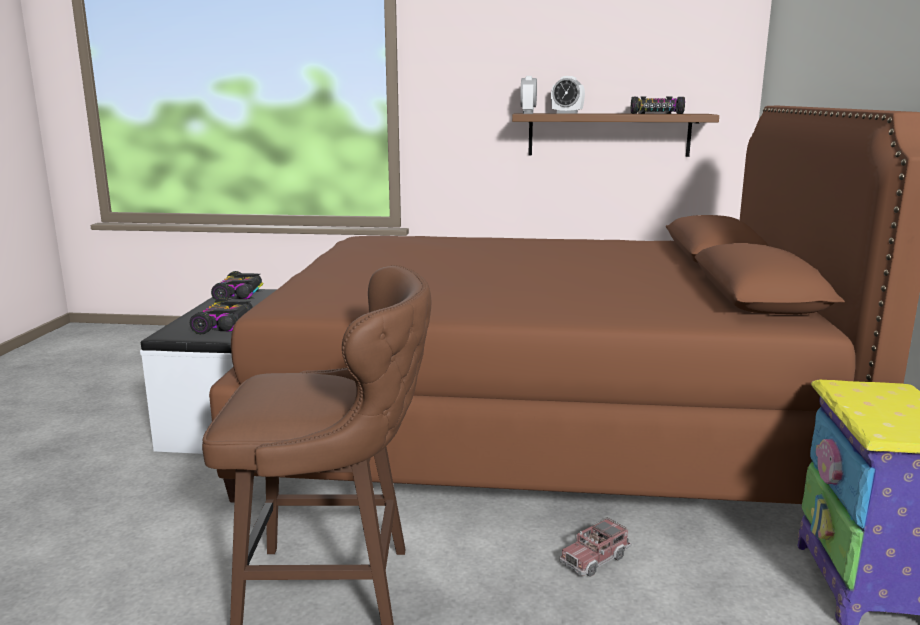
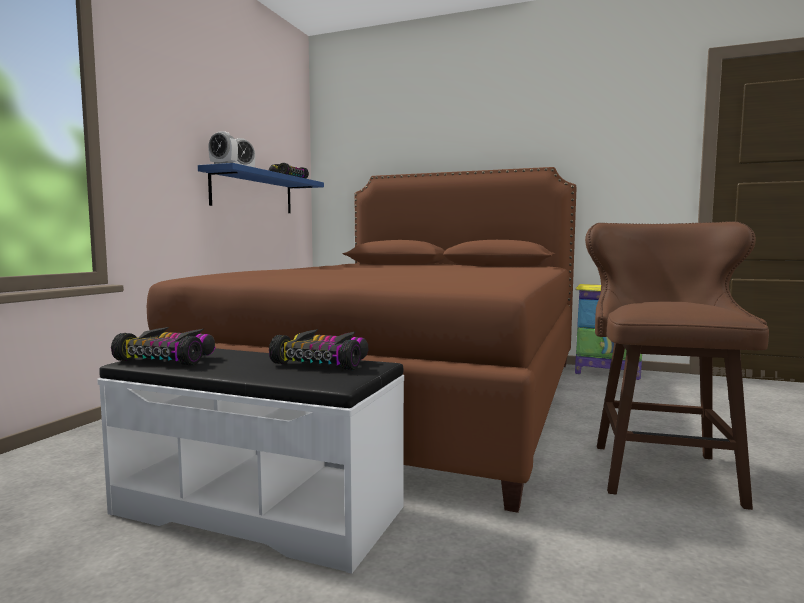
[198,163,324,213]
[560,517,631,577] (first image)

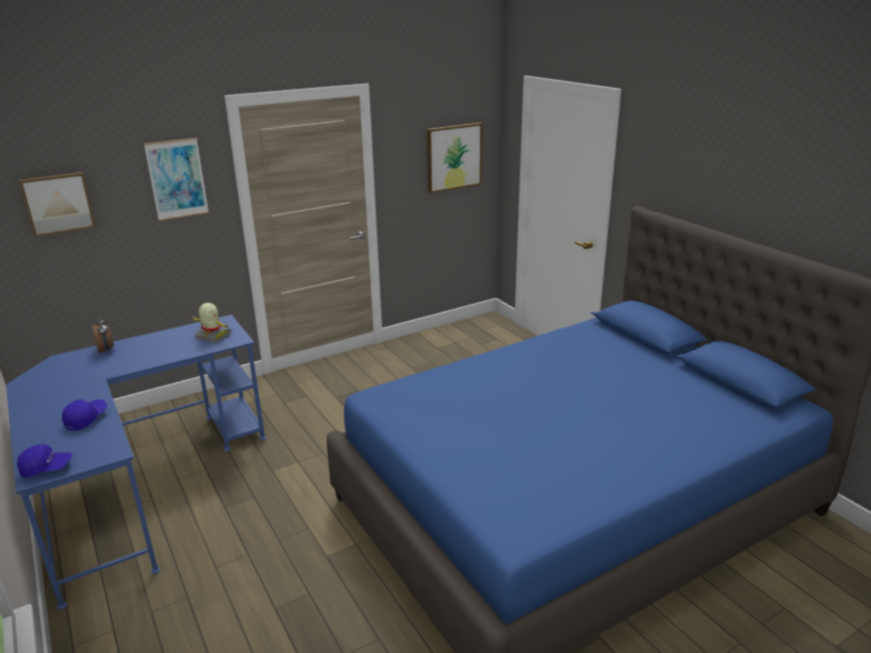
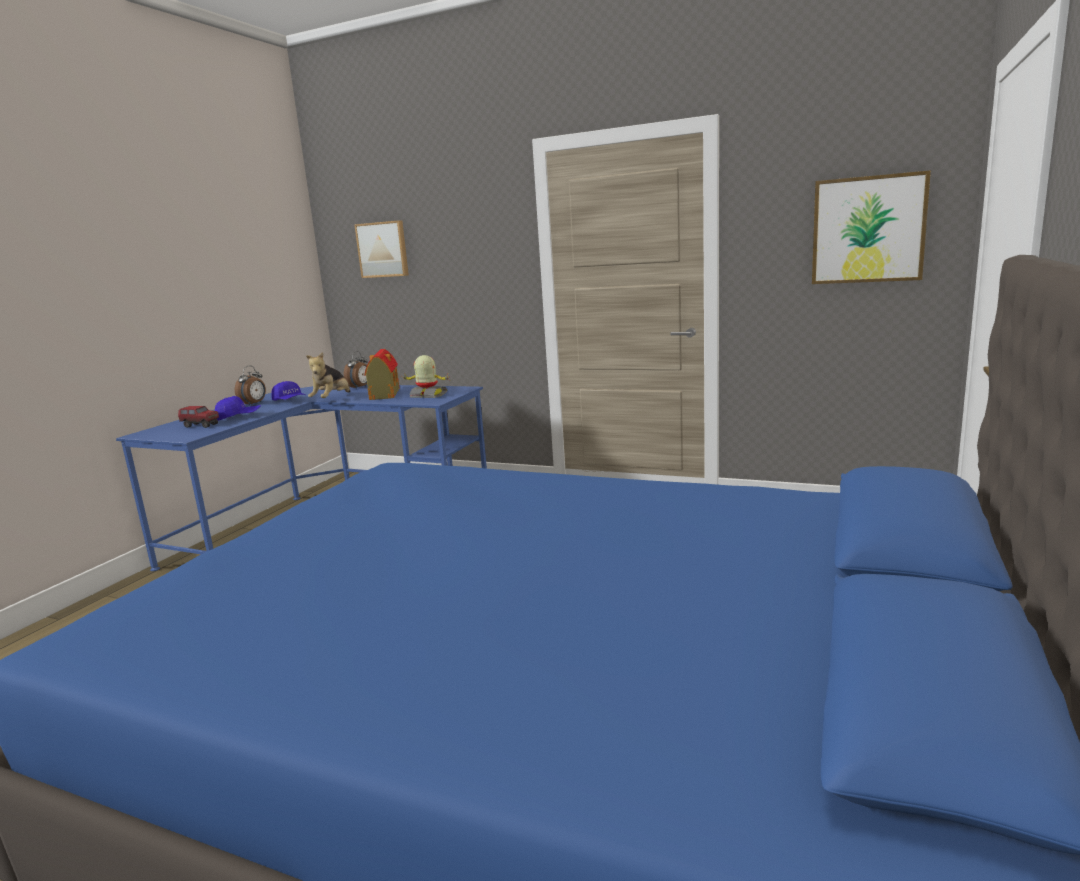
[271,381,305,400]
[144,138,209,221] (first image)
[401,355,449,398]
[178,406,219,428]
[235,366,266,406]
[306,352,350,398]
[364,349,399,400]

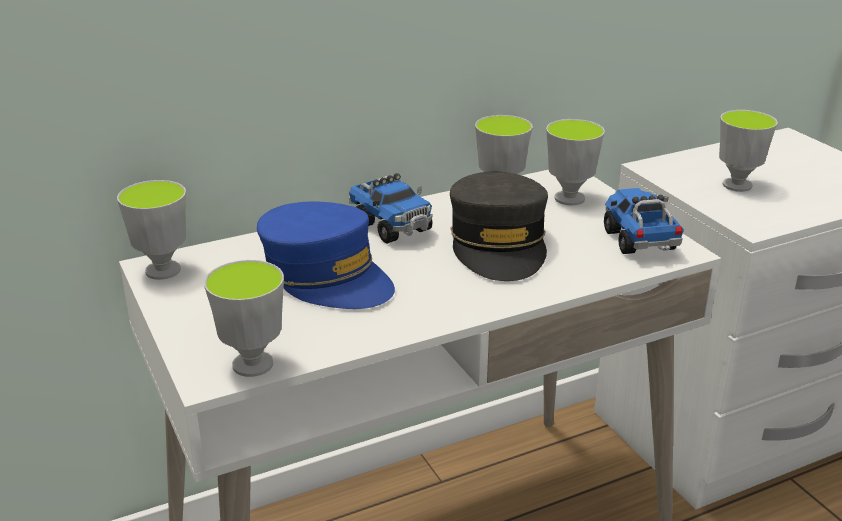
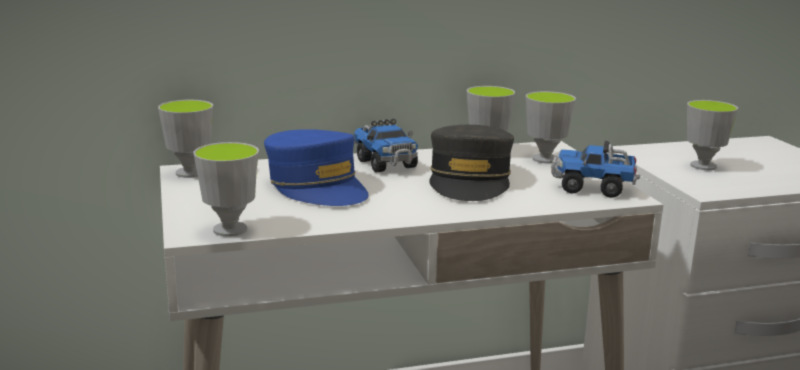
[551,141,640,198]

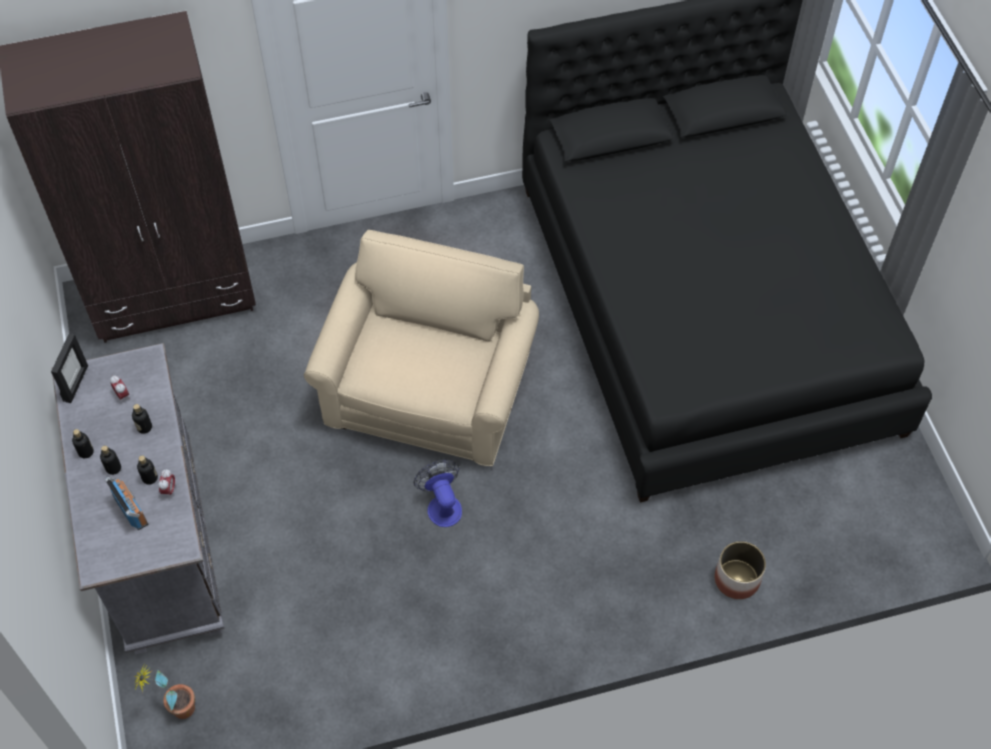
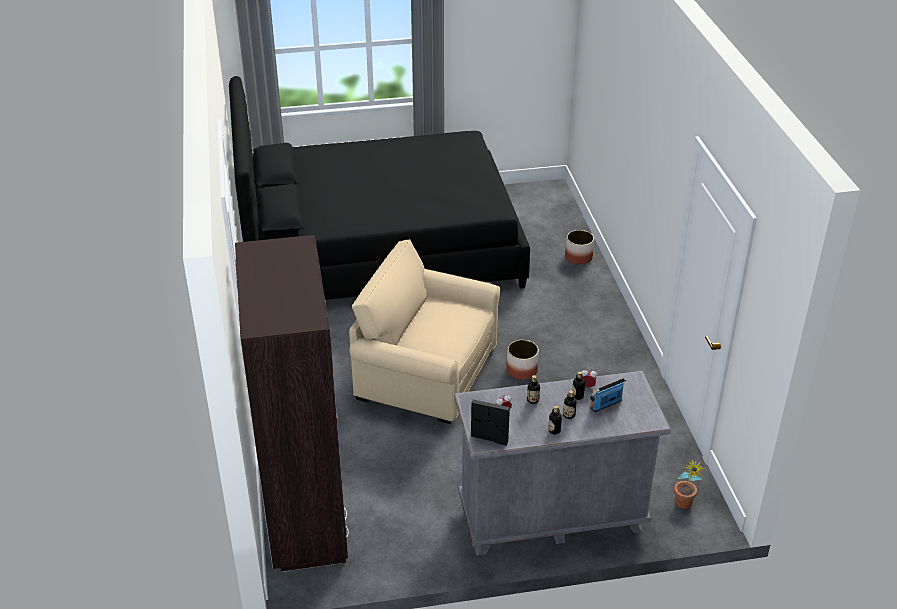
[506,340,539,380]

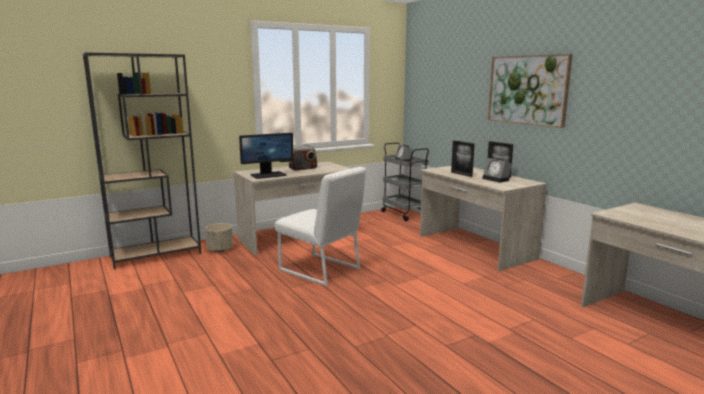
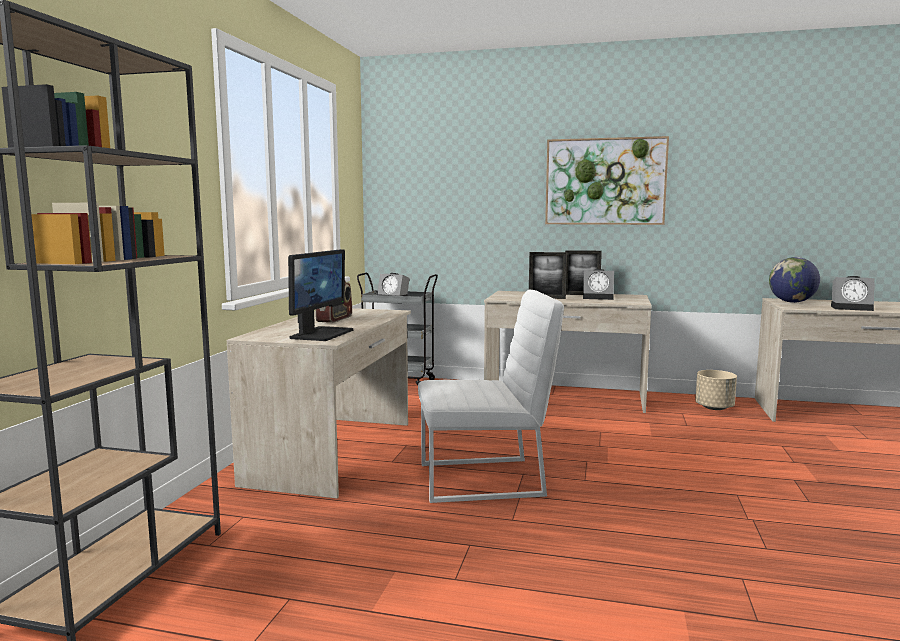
[695,370,737,410]
[769,257,820,303]
[831,276,875,311]

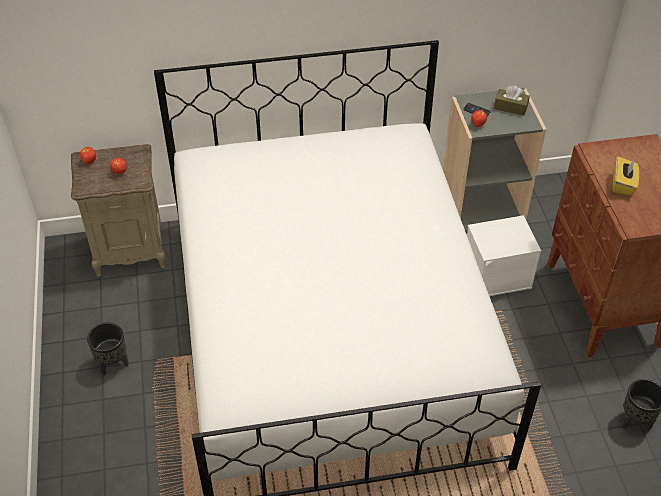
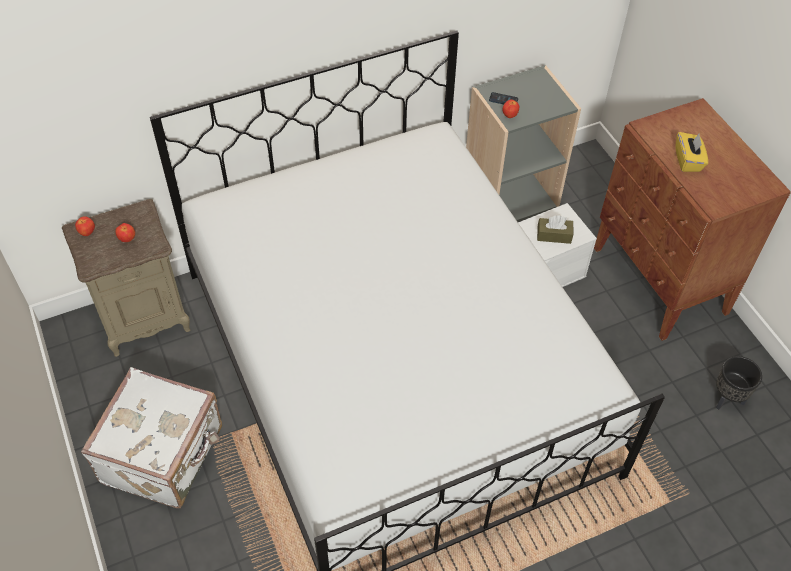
[81,367,222,508]
[537,215,573,244]

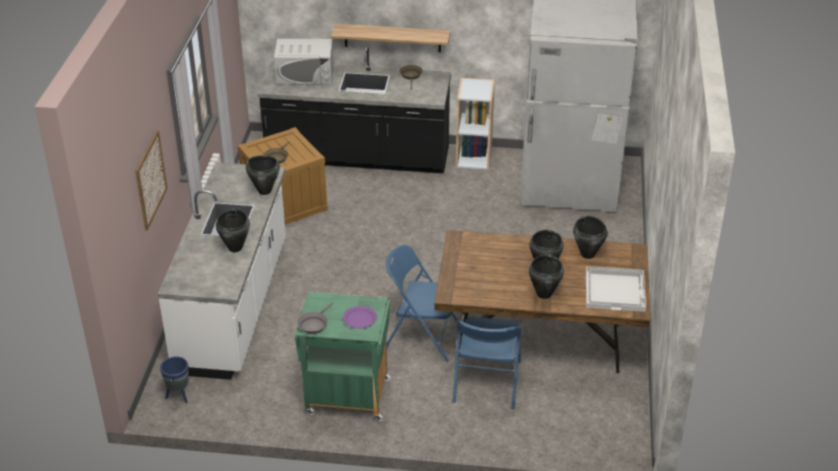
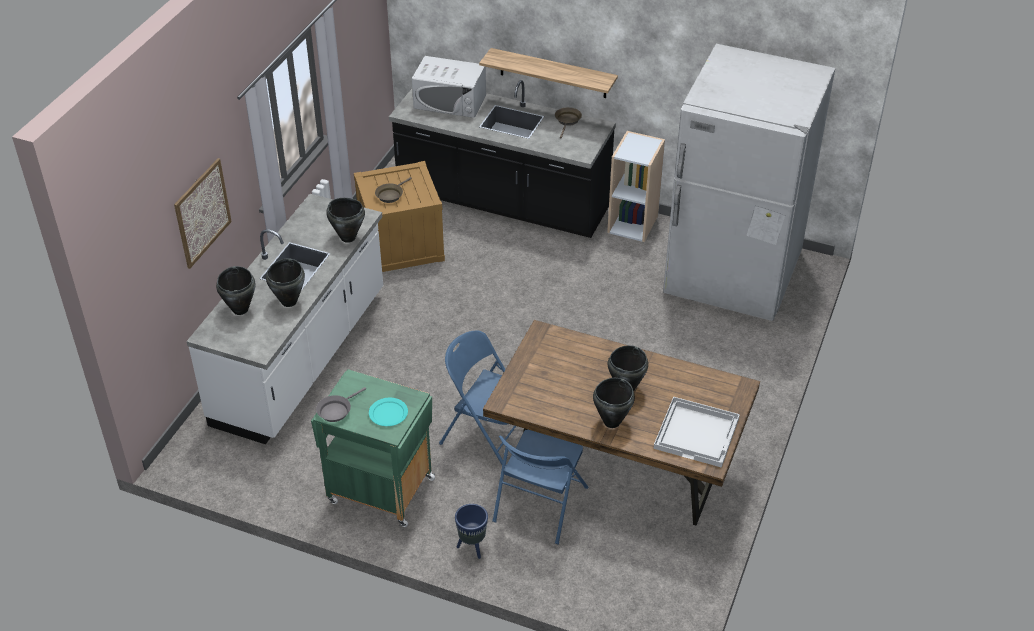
[455,504,488,559]
[369,398,408,426]
[216,266,255,315]

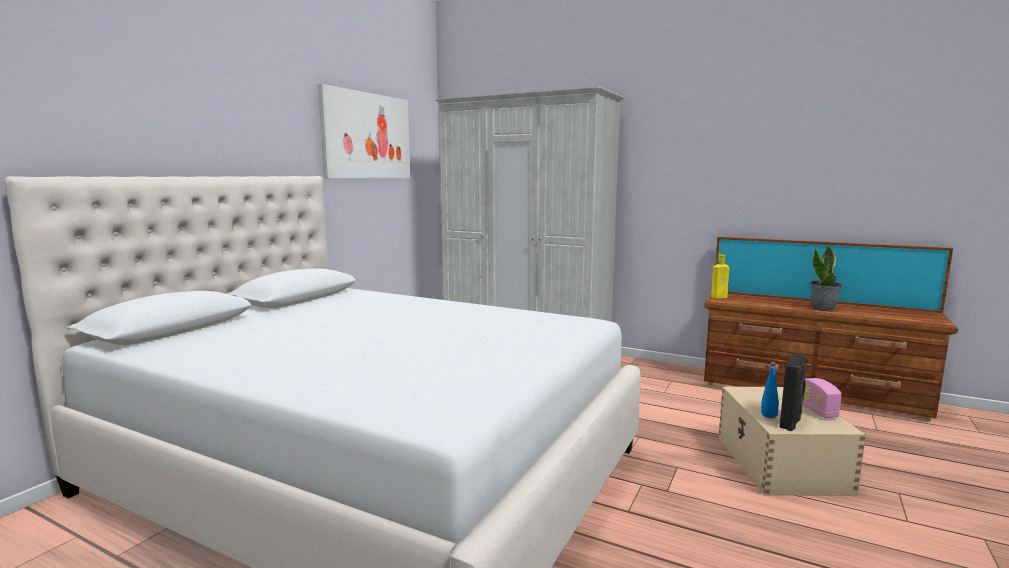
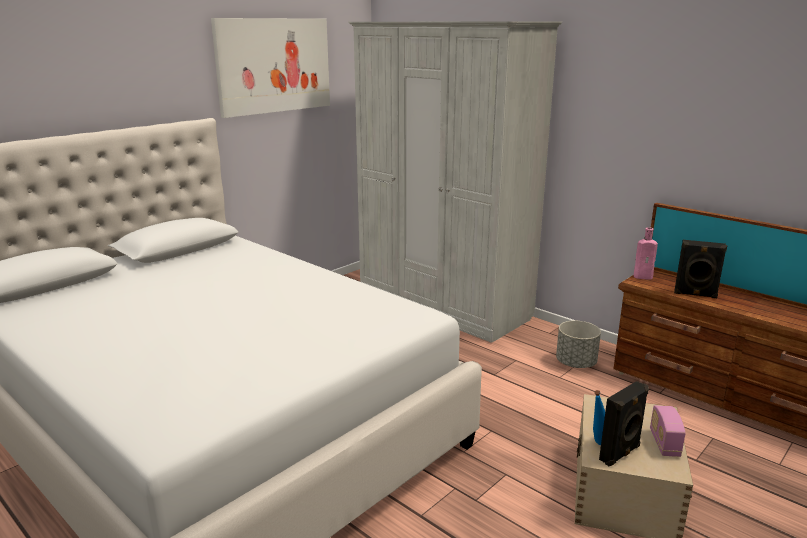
[634,227,658,280]
[810,245,843,311] (first image)
[556,321,601,368]
[674,240,727,298]

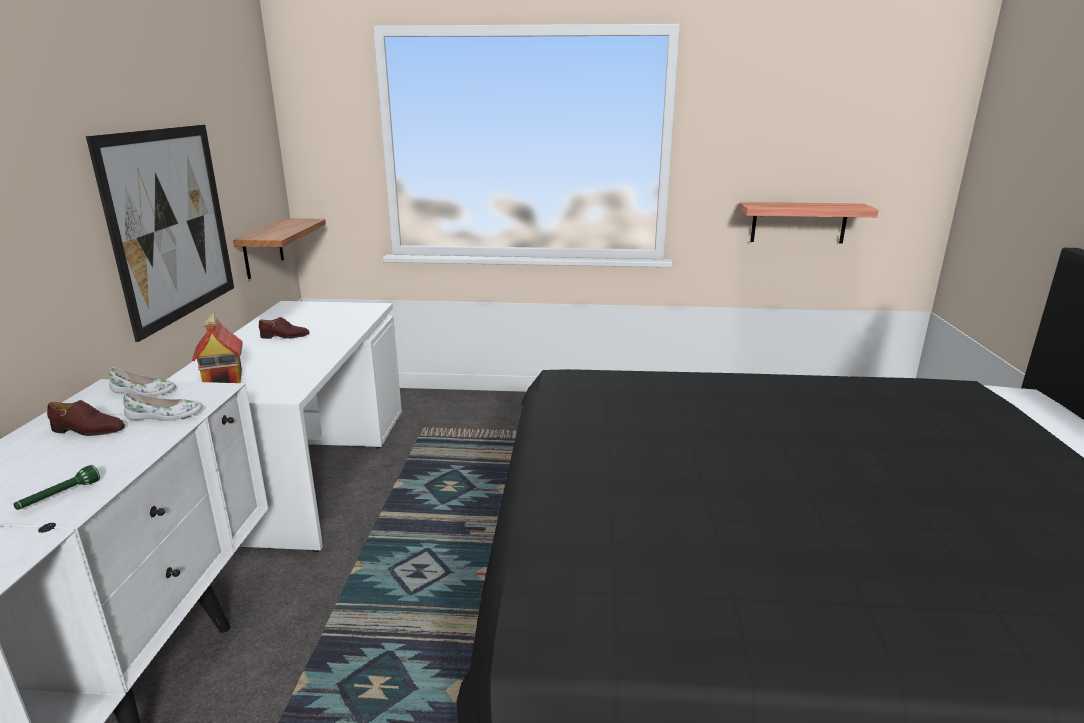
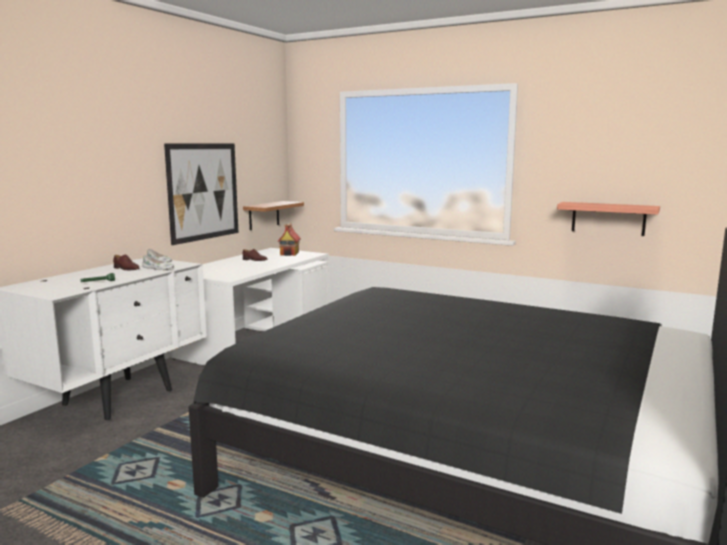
[277,223,301,256]

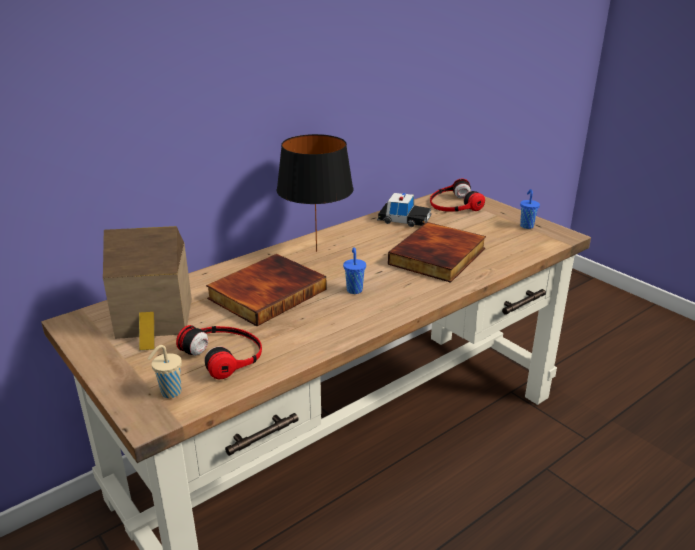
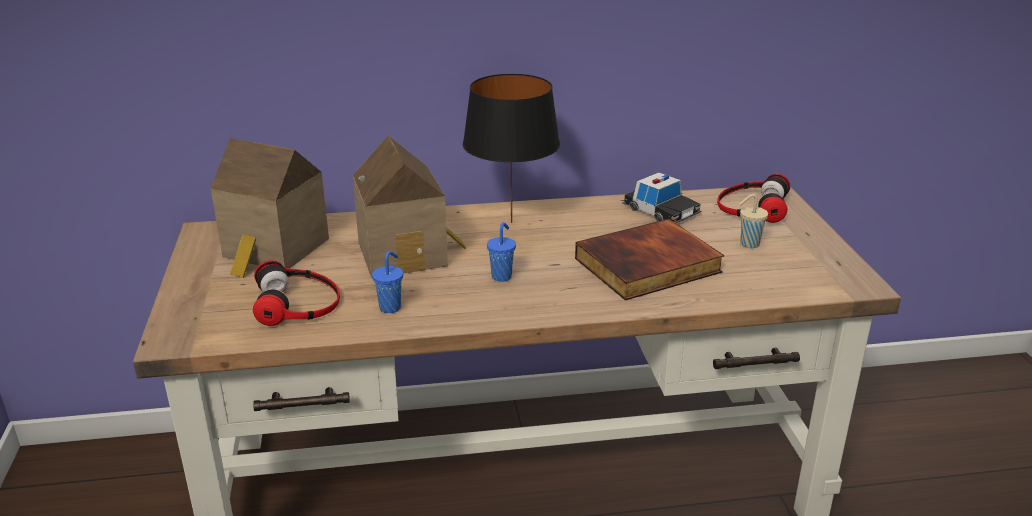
[739,194,768,248]
[352,136,466,278]
[372,251,403,313]

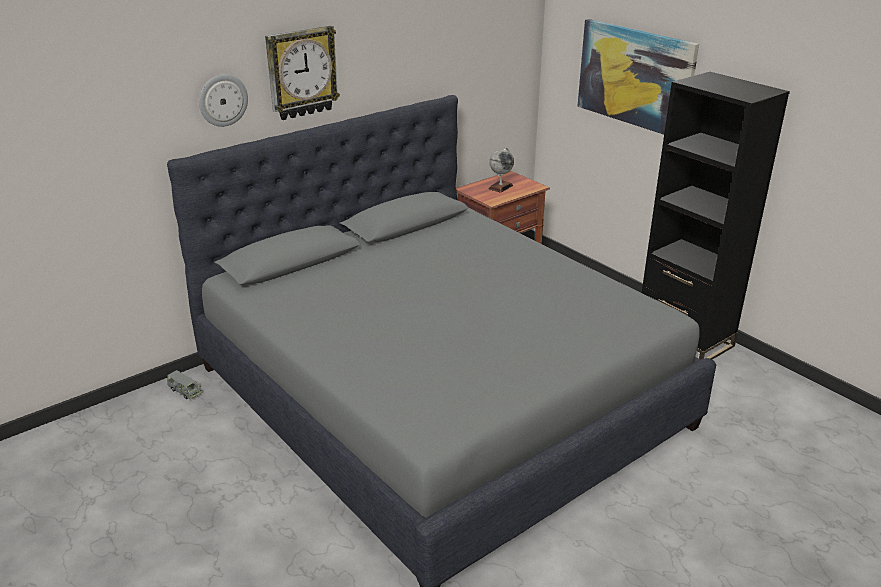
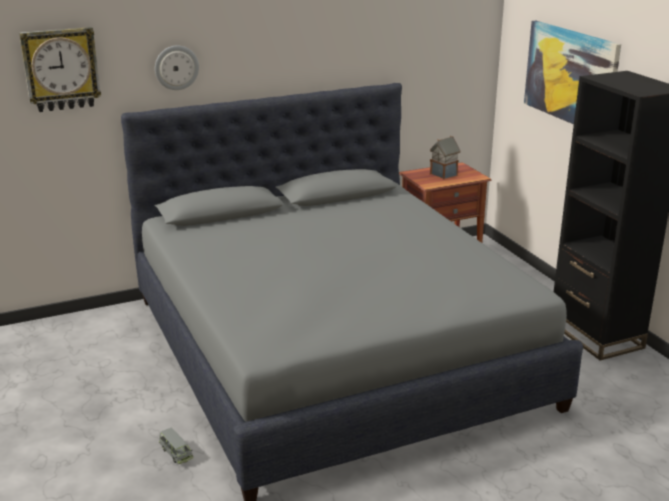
[159,427,193,464]
[19,27,101,112]
[430,136,461,180]

